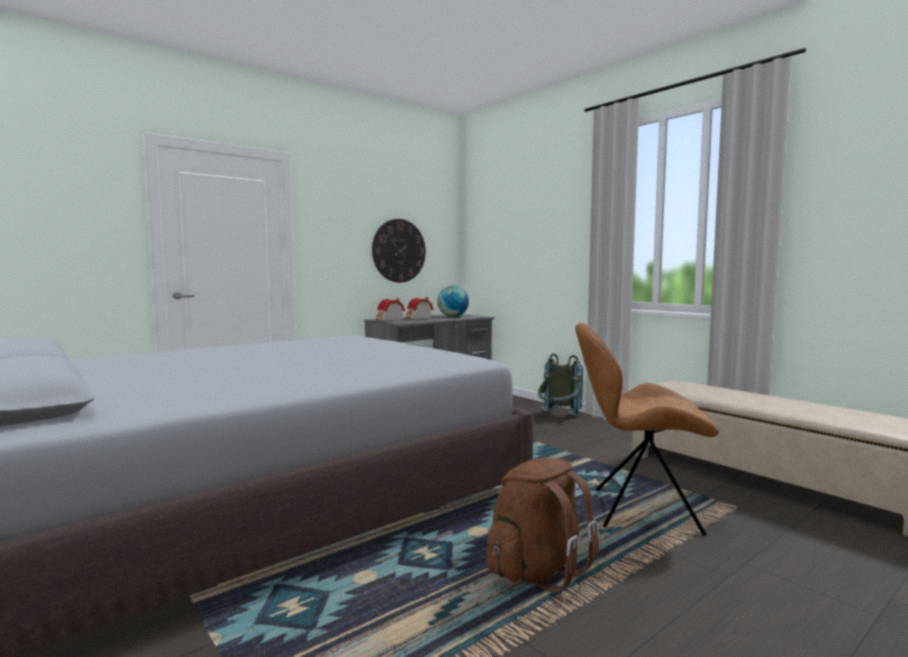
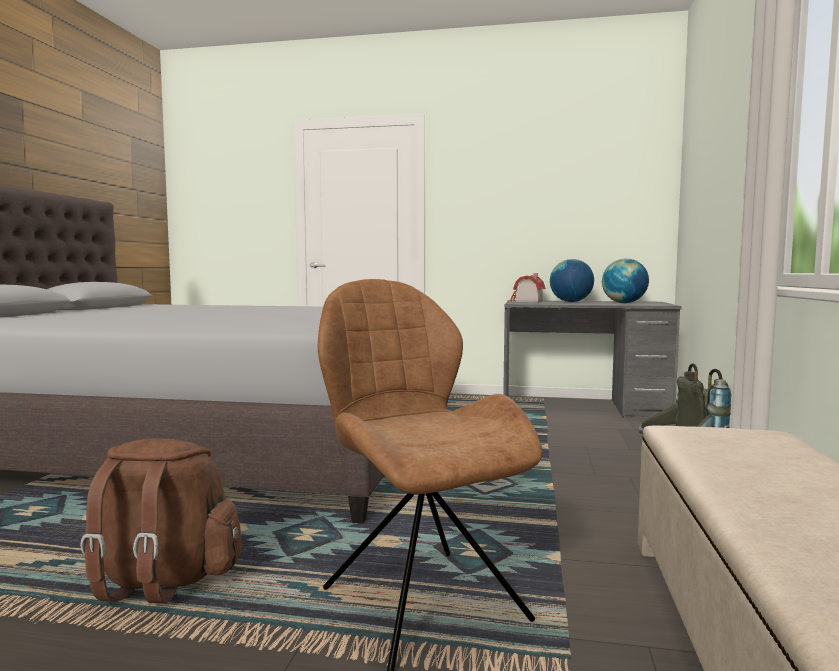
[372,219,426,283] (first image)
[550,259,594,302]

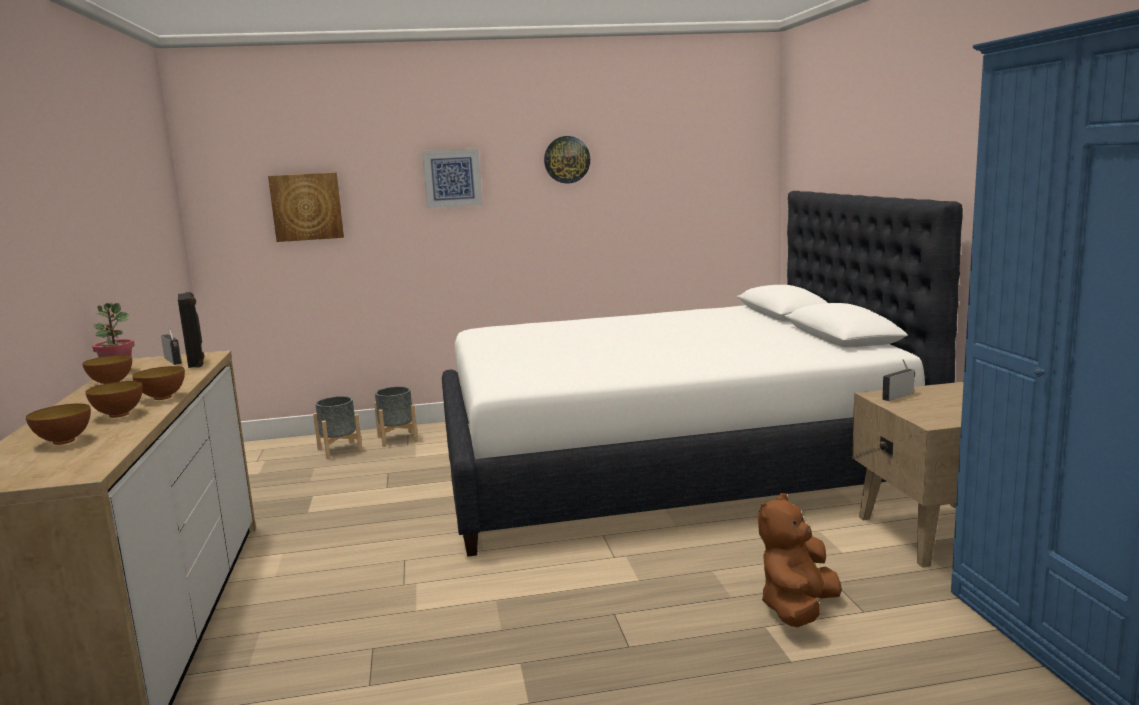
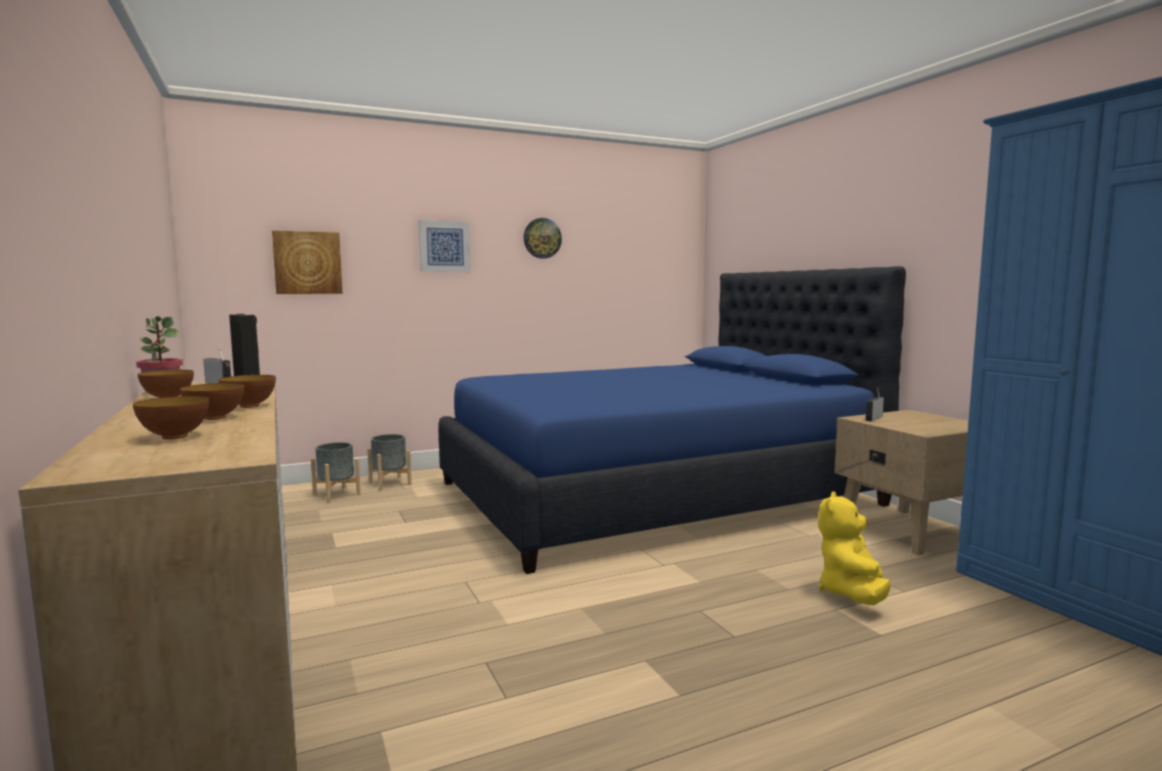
[438,266,906,574]
[818,492,890,605]

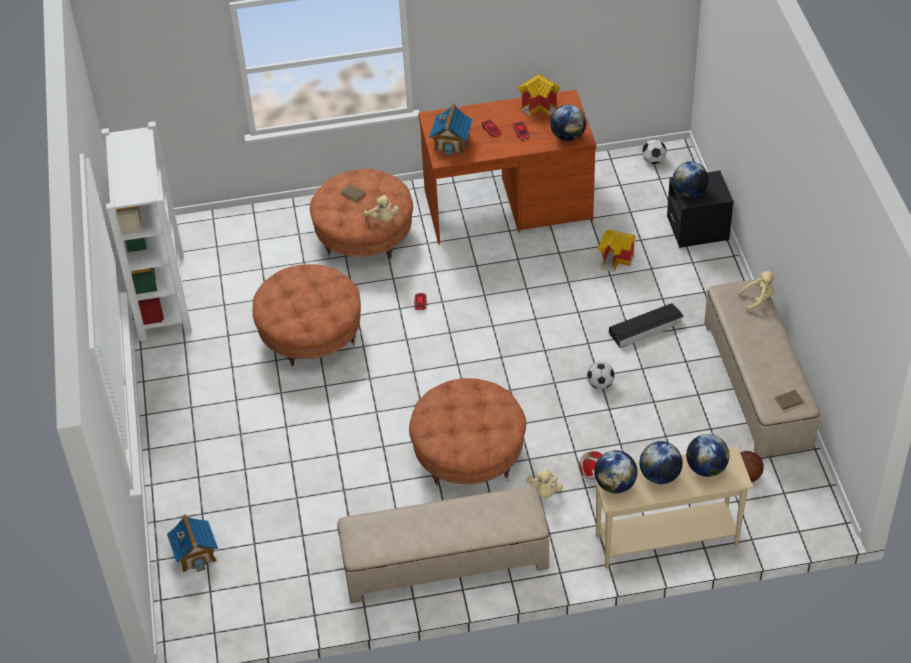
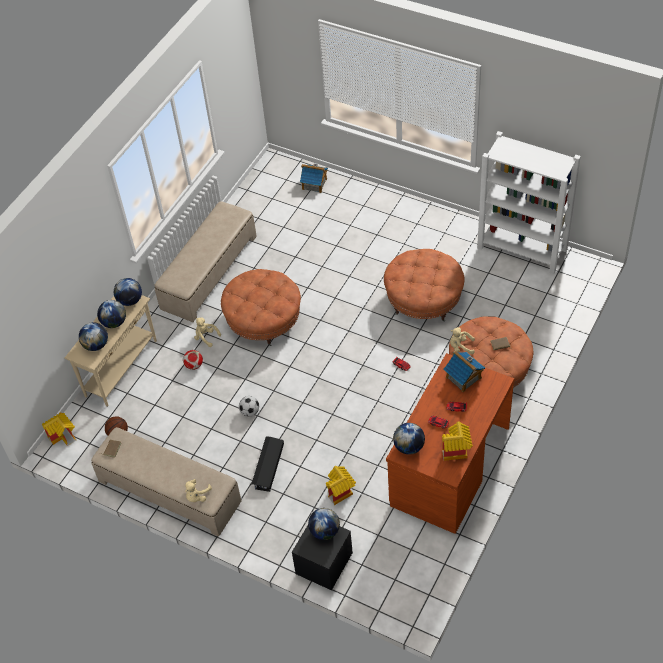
[642,139,667,164] (first image)
[42,413,76,446]

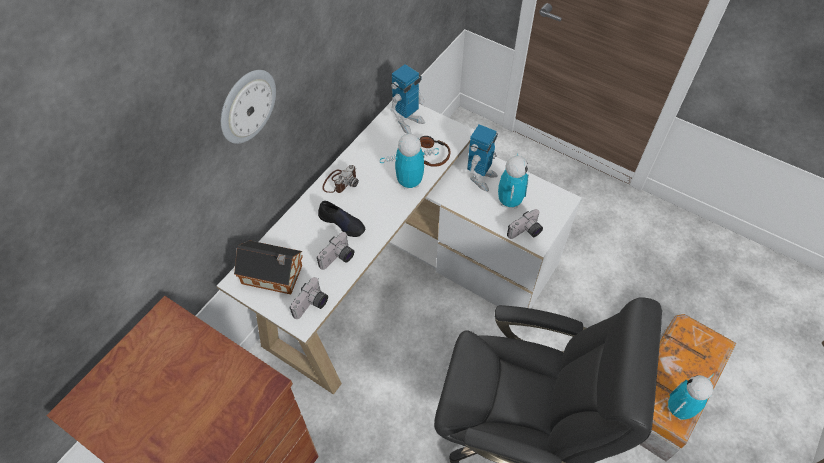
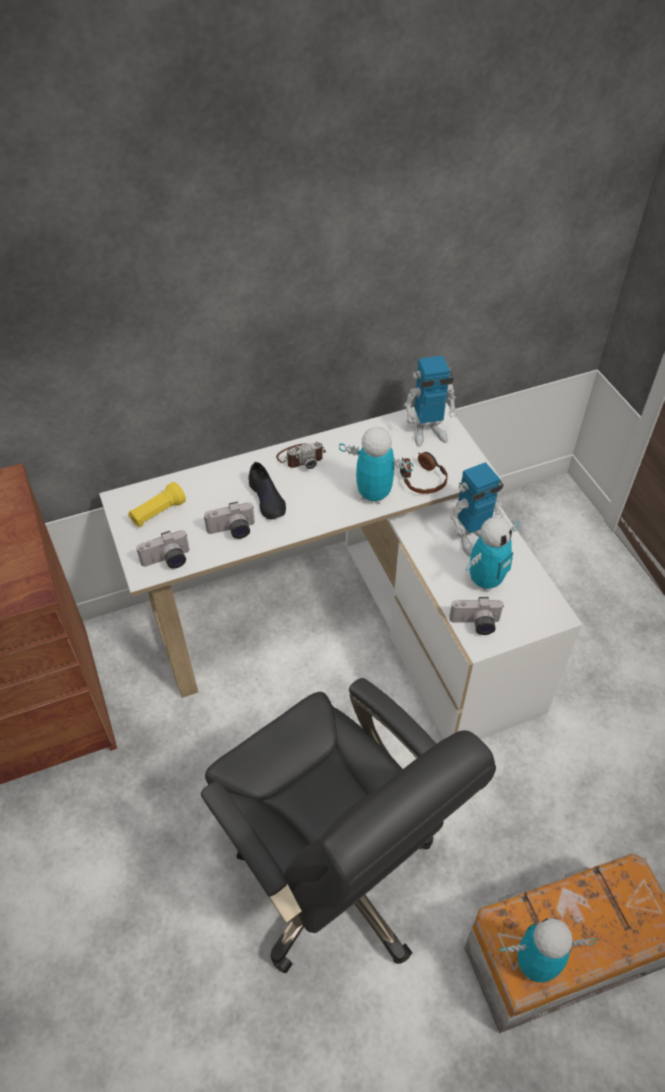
[221,70,276,144] (first image)
[128,482,186,527]

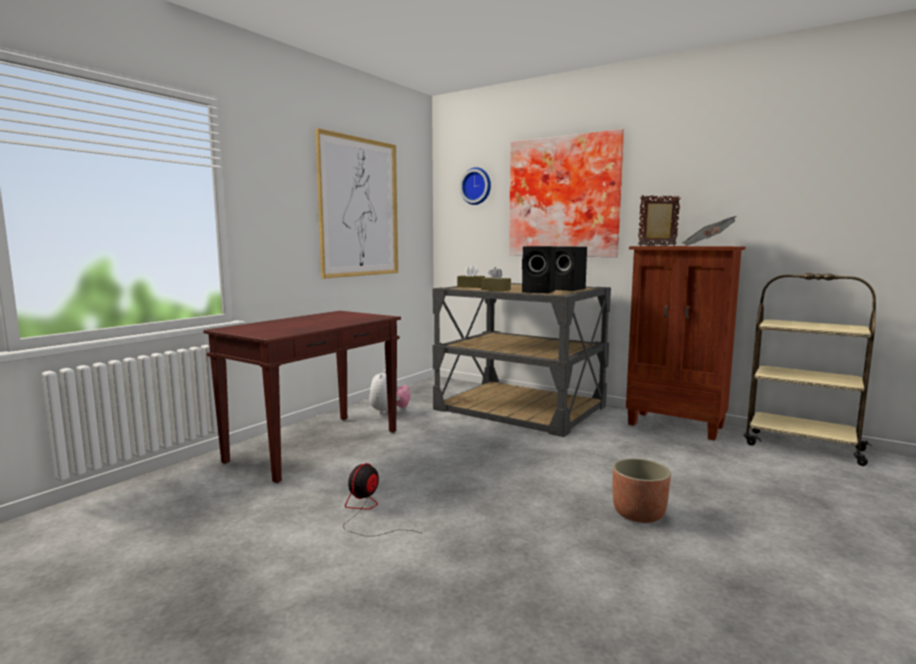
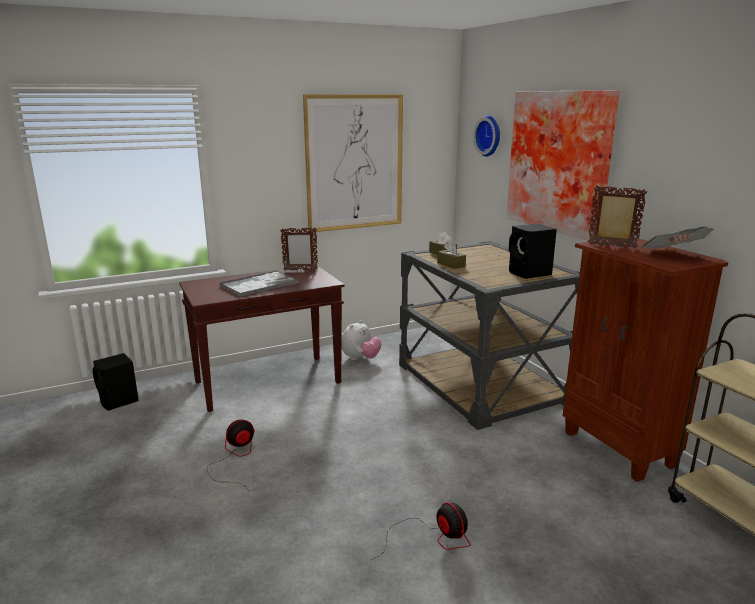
[93,353,139,411]
[371,503,471,560]
[219,270,299,297]
[280,227,318,270]

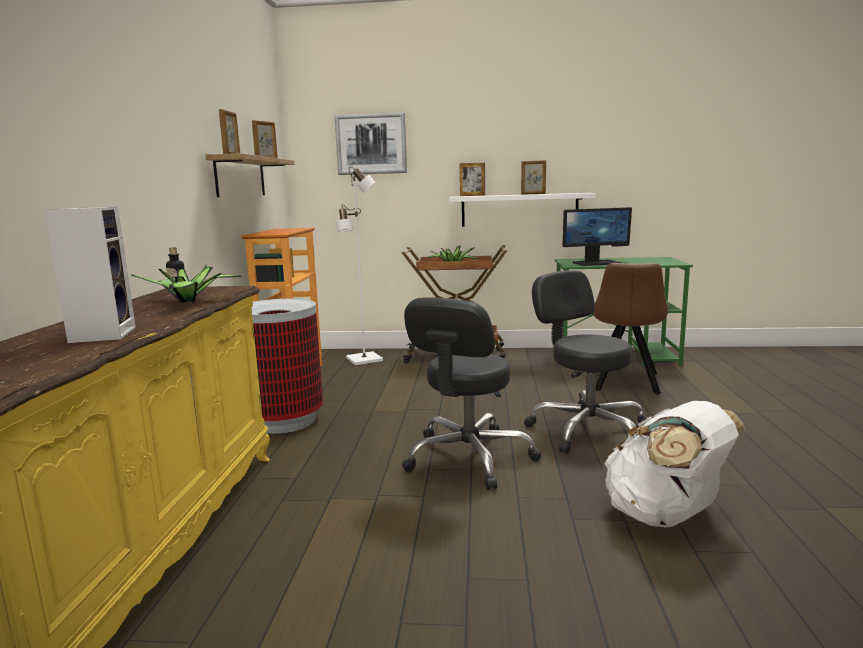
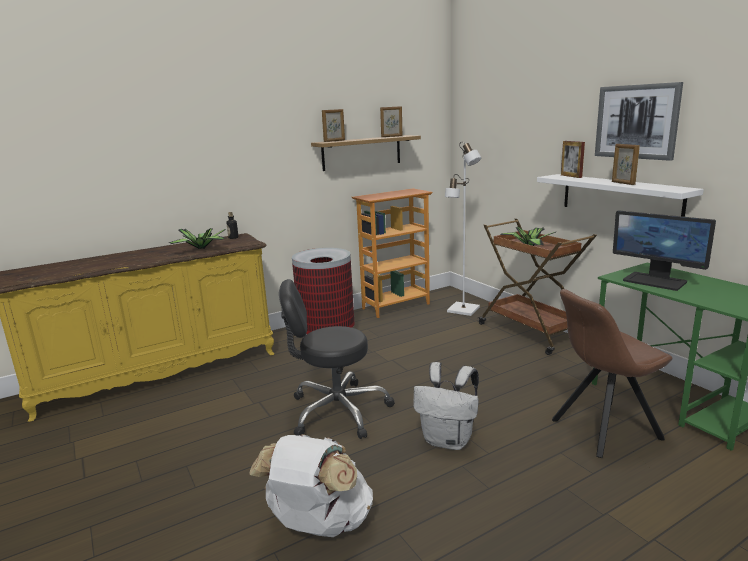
[45,207,136,343] (first image)
[595,82,683,161]
[413,362,479,450]

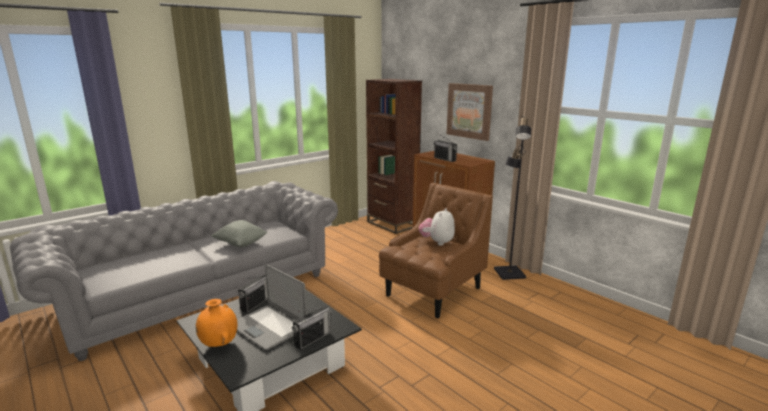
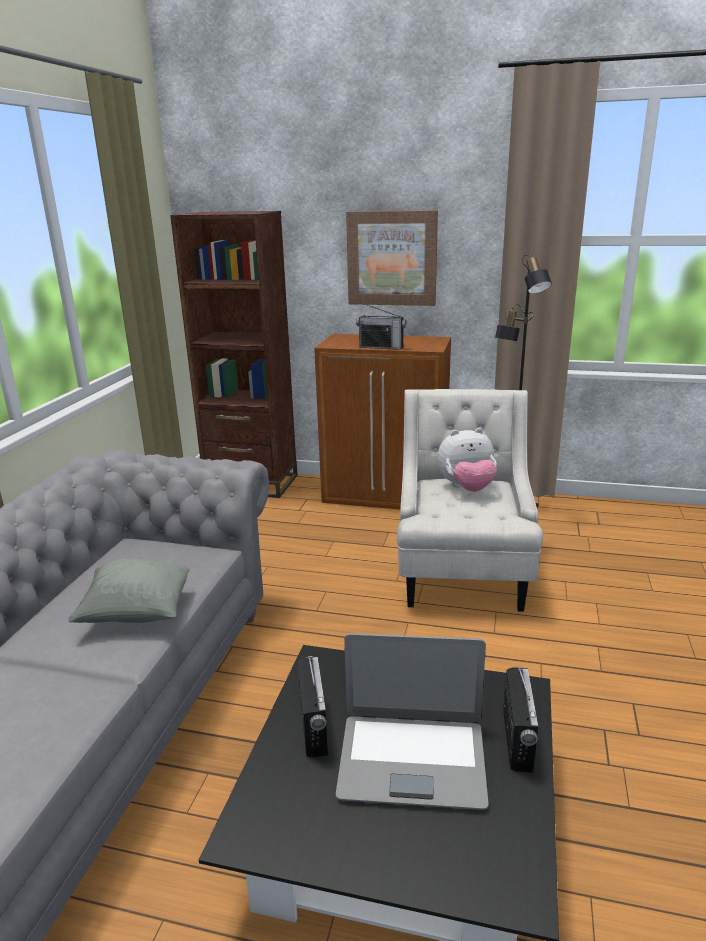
[196,299,237,347] (first image)
[397,389,543,612]
[437,428,497,492]

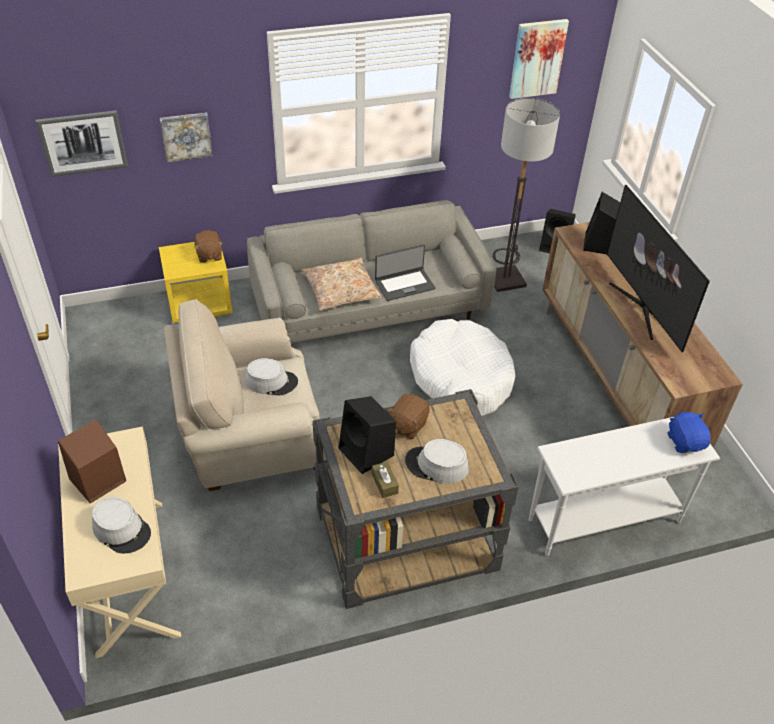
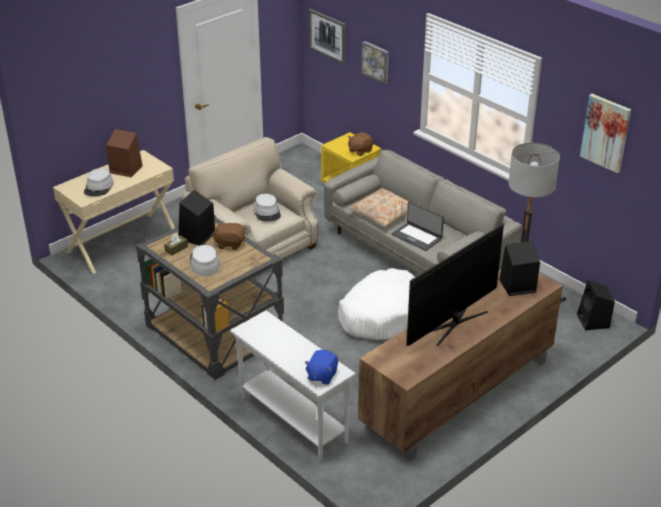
[304,350,338,385]

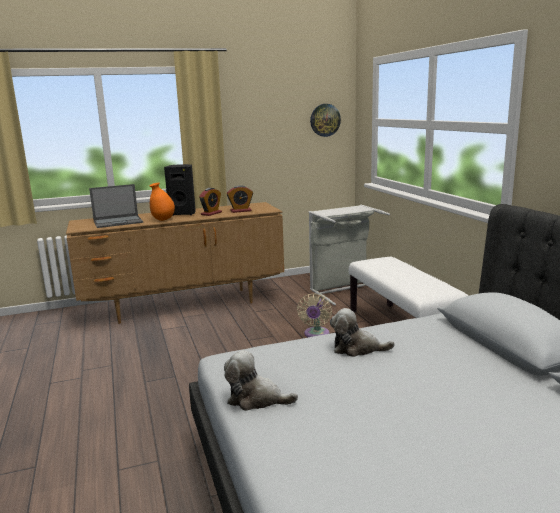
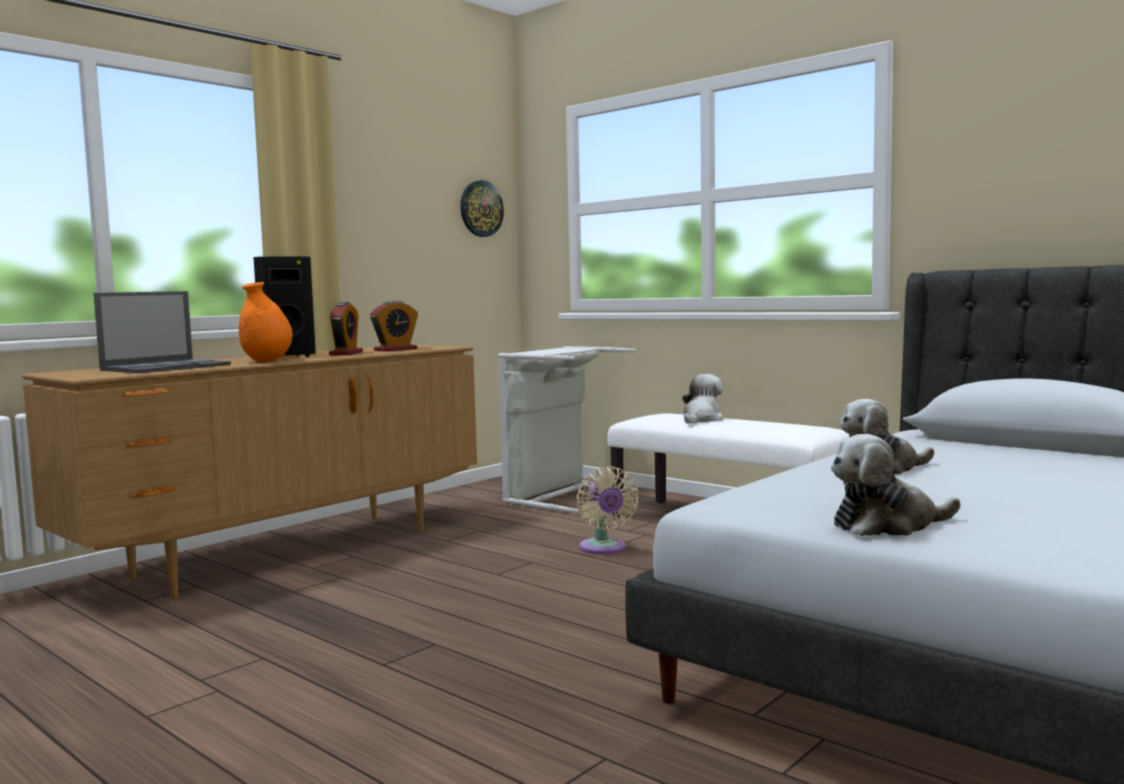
[682,374,724,423]

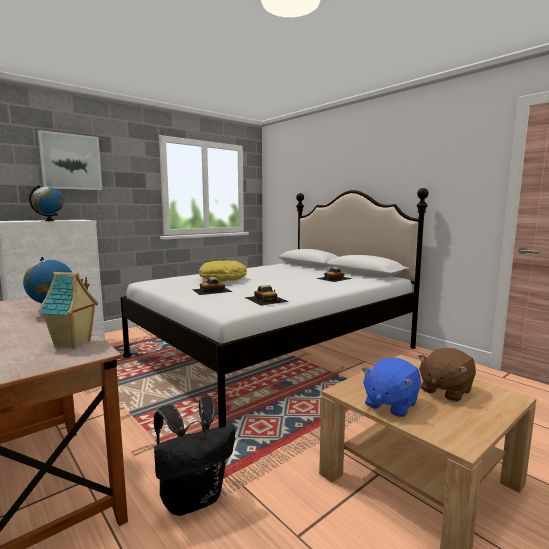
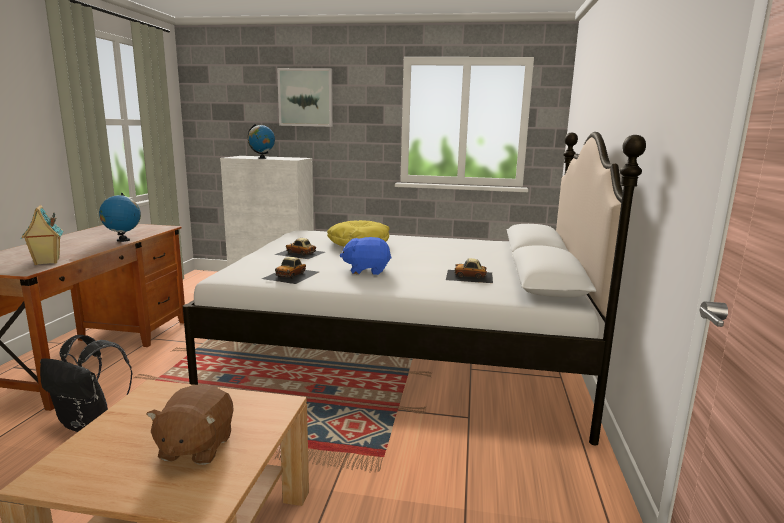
[340,237,392,275]
[146,384,234,465]

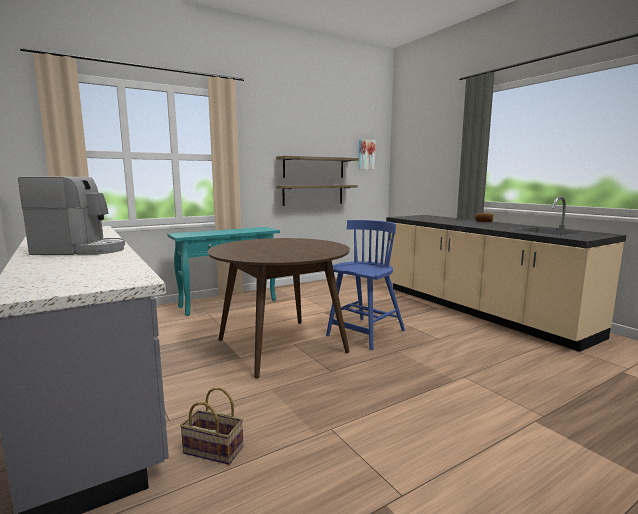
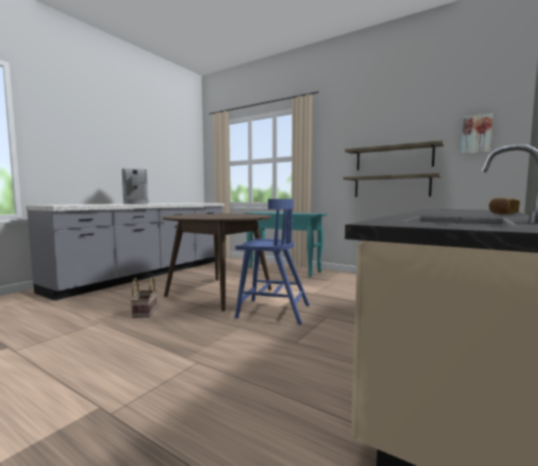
[131,277,157,318]

